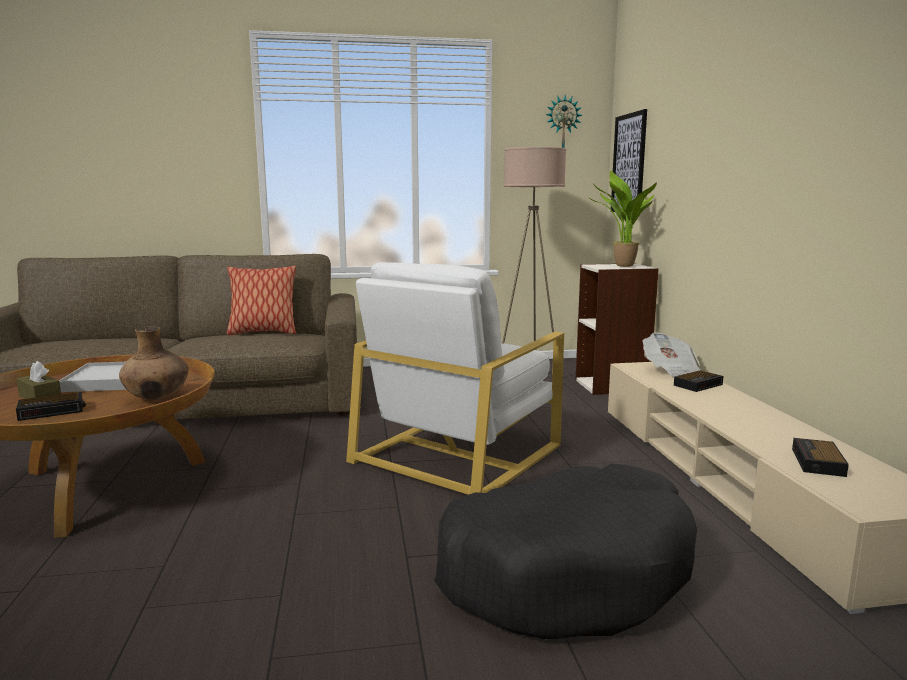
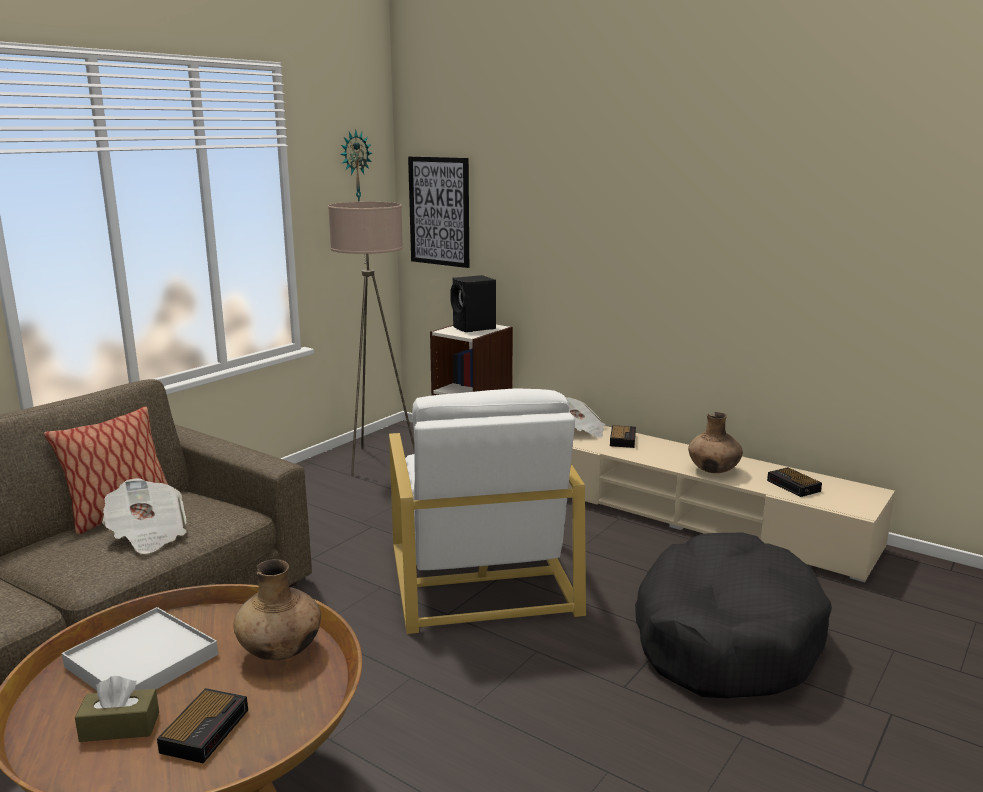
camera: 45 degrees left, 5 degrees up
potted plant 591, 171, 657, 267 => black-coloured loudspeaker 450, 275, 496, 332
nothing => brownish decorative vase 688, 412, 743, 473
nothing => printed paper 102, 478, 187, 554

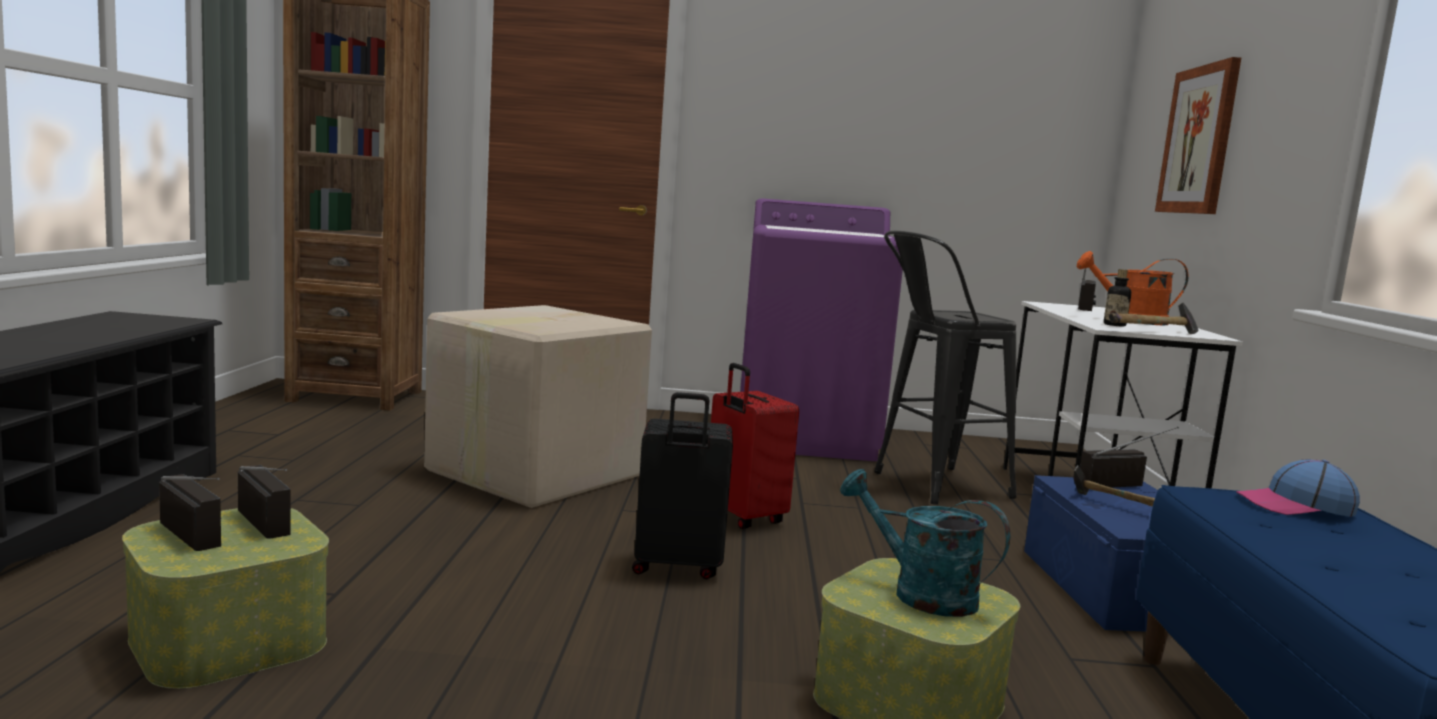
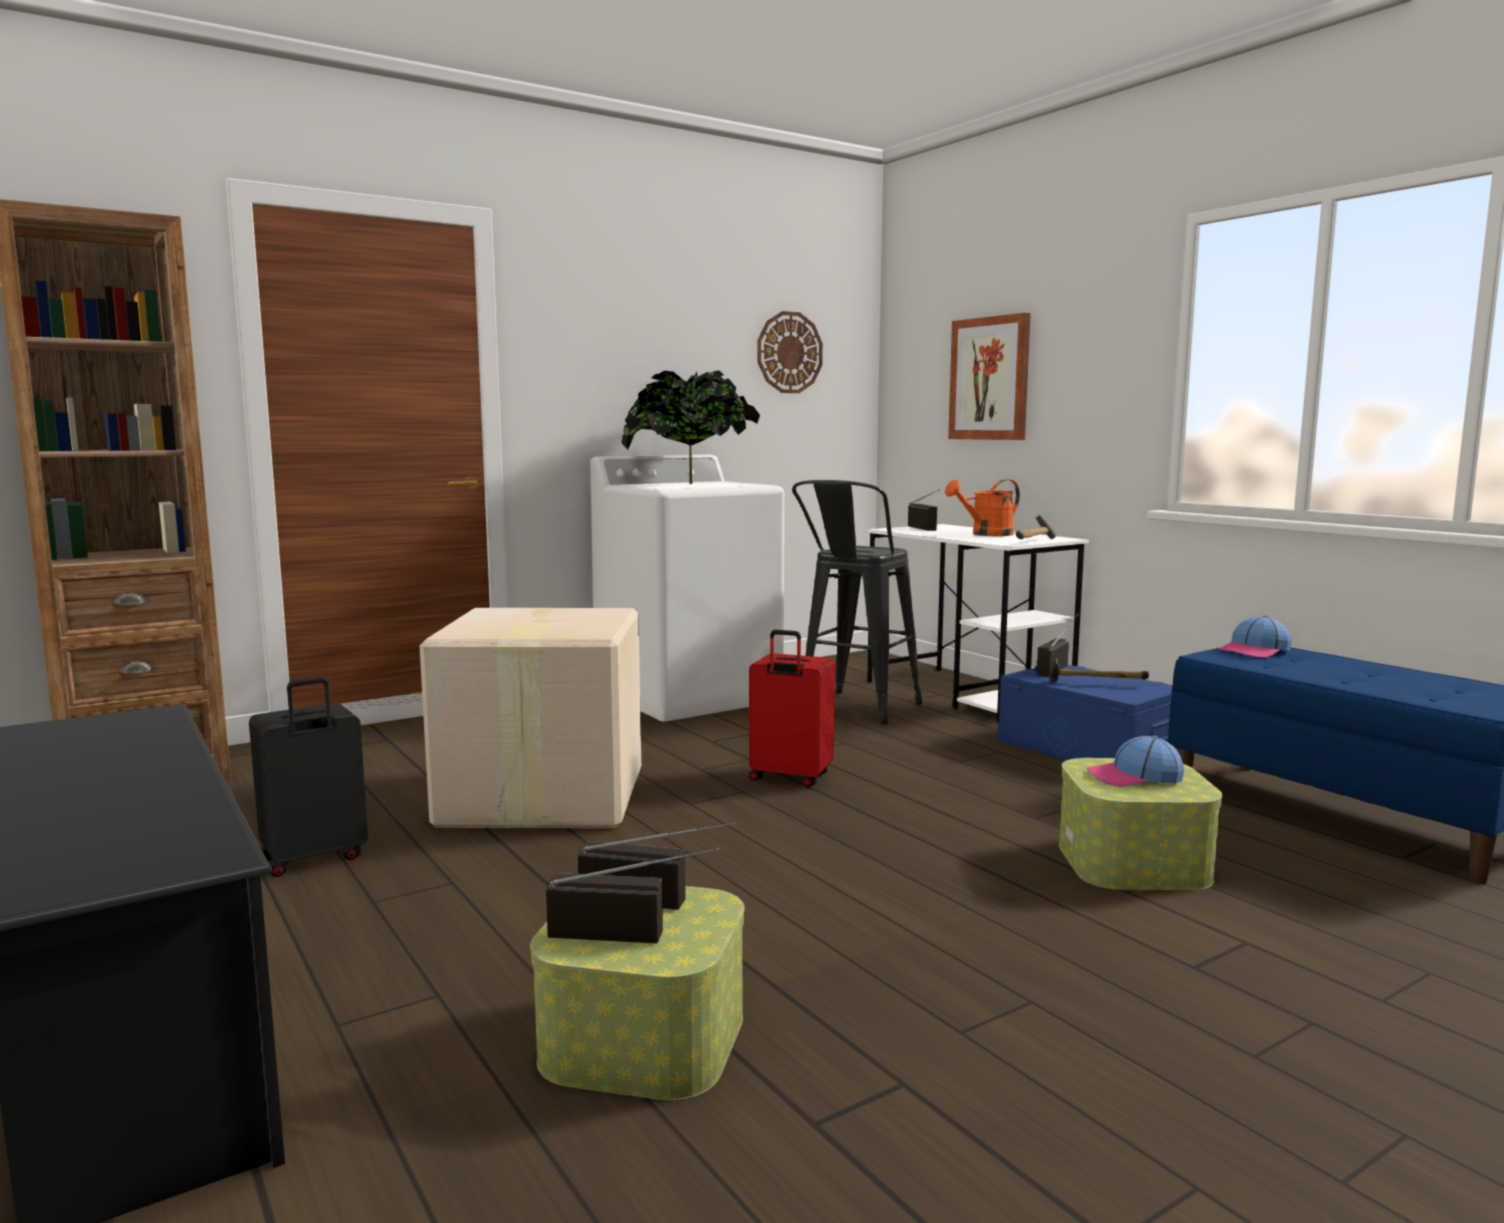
camera: 35 degrees left, 0 degrees up
purple washing machine 740, 198, 903, 461 => white-coloured washing machine 590, 455, 784, 722
beverage bottle 1104, 269, 1131, 327 => nothing
black-coloured travel case 632, 392, 733, 579 => black-coloured travel case 249, 677, 368, 877, move
blue-green watering pot 840, 469, 1010, 617 => baseball cap 1087, 736, 1184, 787
nothing => wall clock 757, 311, 823, 393
nothing => potted plant 622, 370, 760, 484

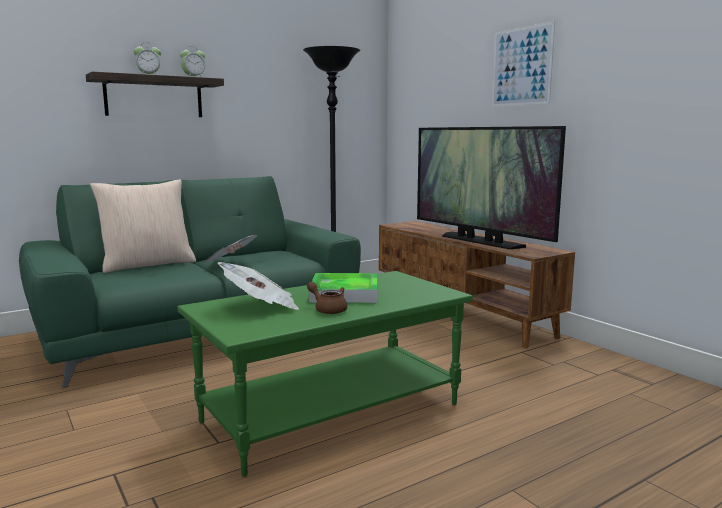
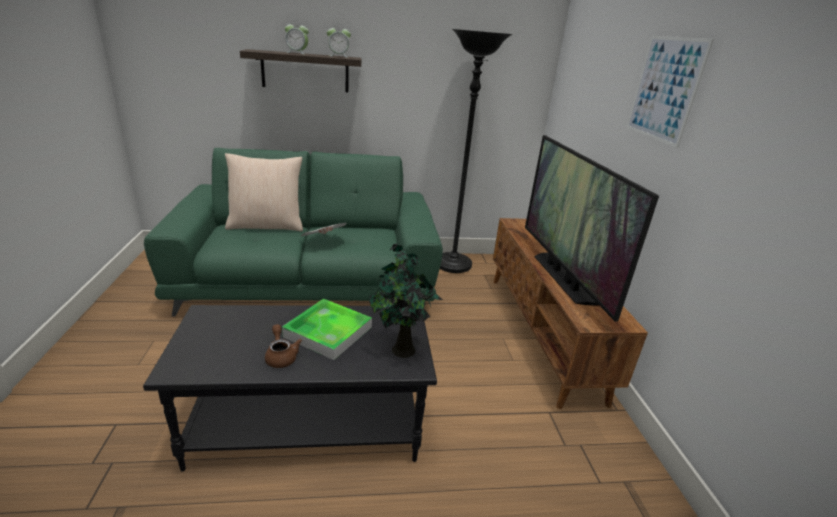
camera: 25 degrees right, 15 degrees up
printed paper 218, 262, 300, 310 => nothing
green lounge table 177, 271, 473, 477 => black-coloured lounge table 143, 305, 437, 472
nothing => potted plant 368, 242, 443, 358

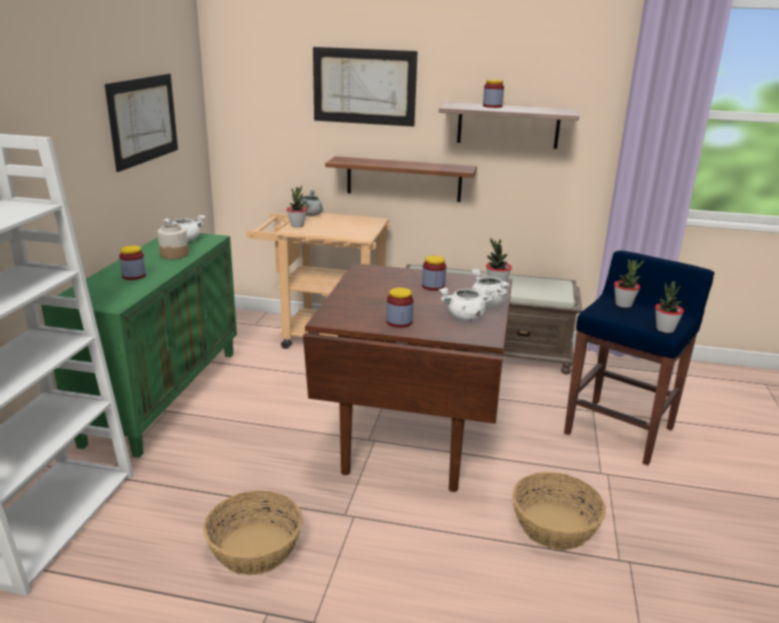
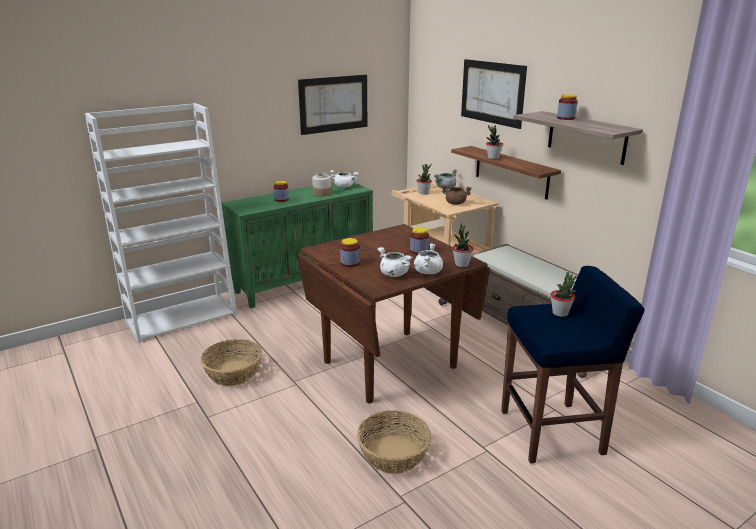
camera: 45 degrees right, 0 degrees up
potted plant 655, 281, 684, 333 => potted plant 486, 125, 503, 159, move
nothing => brownish saucepot 441, 185, 472, 205

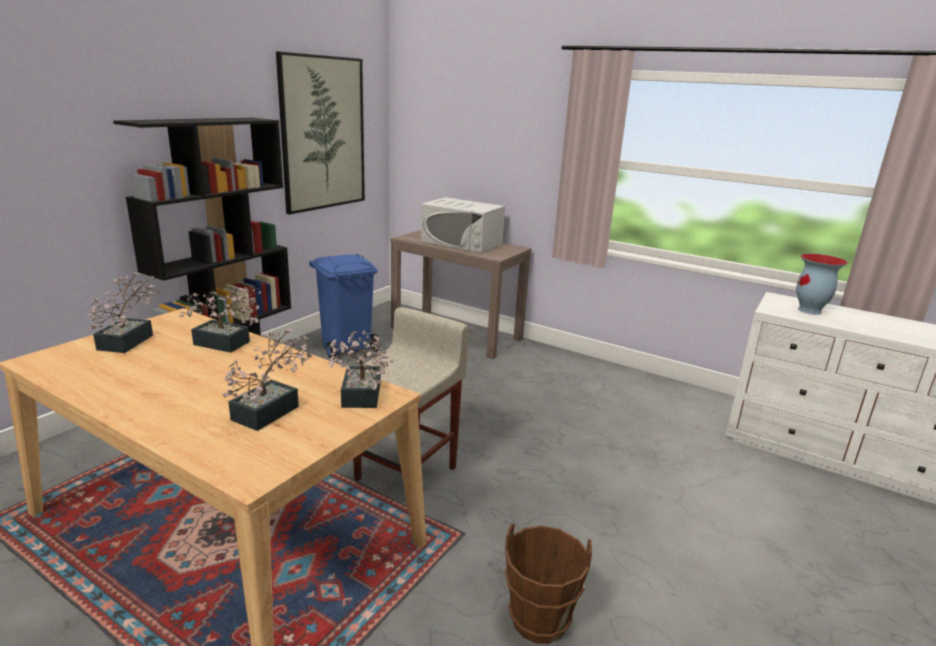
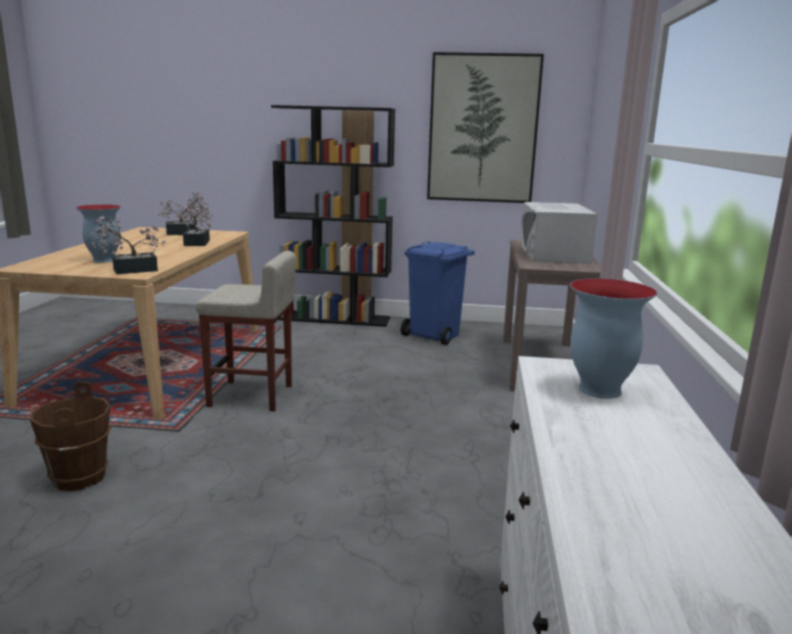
camera: 65 degrees right, 5 degrees down
potted plant 222, 329, 312, 431 => decorative vase 76, 204, 121, 263

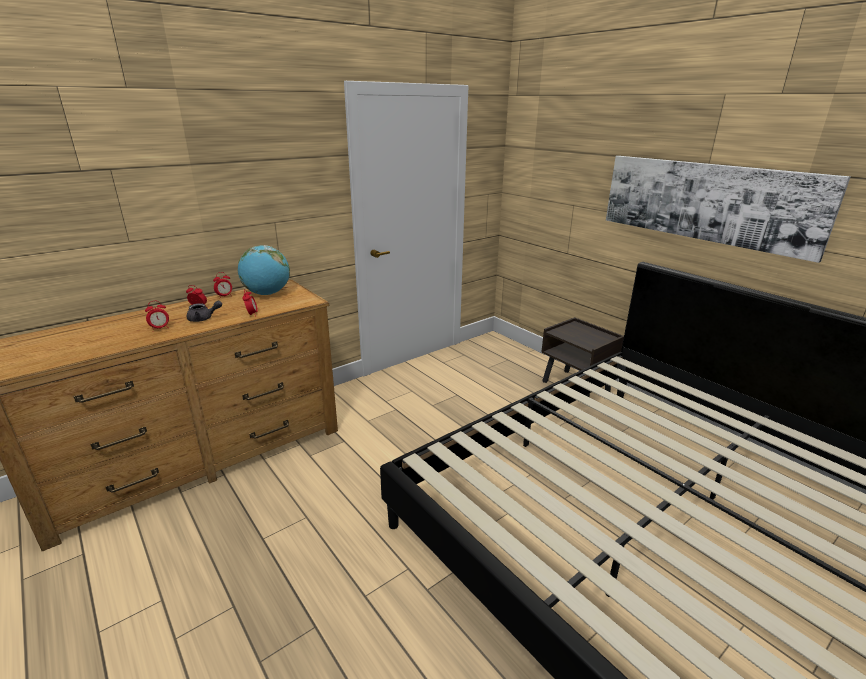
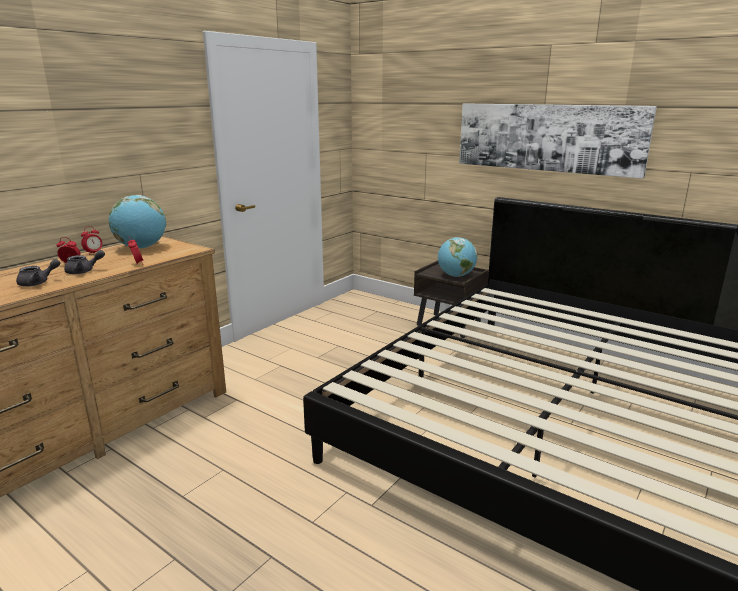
camera: 15 degrees left, 5 degrees down
bedside clock 145, 301, 169, 332 => gray pot for tea 16, 259, 60, 286
nothing => desk globe 438, 237, 477, 277

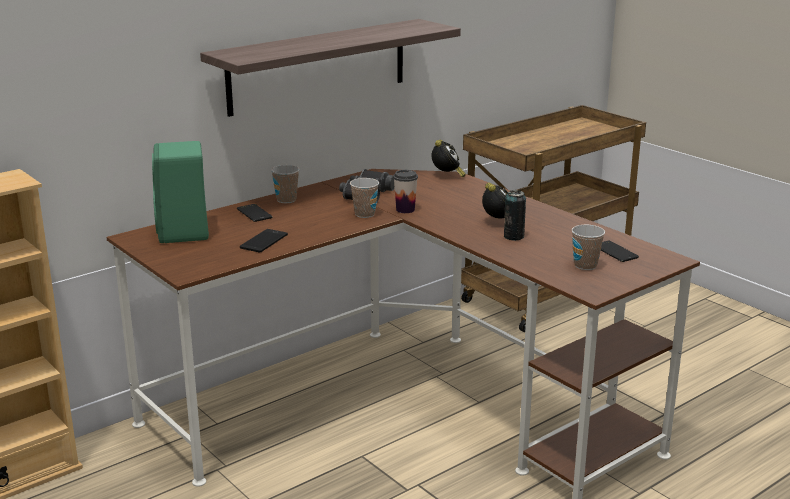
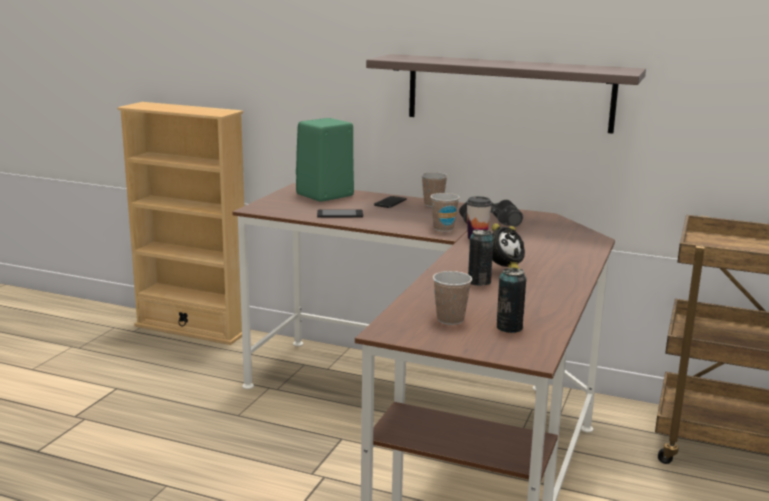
camera: 60 degrees right, 5 degrees down
bedside clock 432, 140, 466, 178 => nothing
telephone 601, 241, 639, 262 => can 497, 268, 527, 333

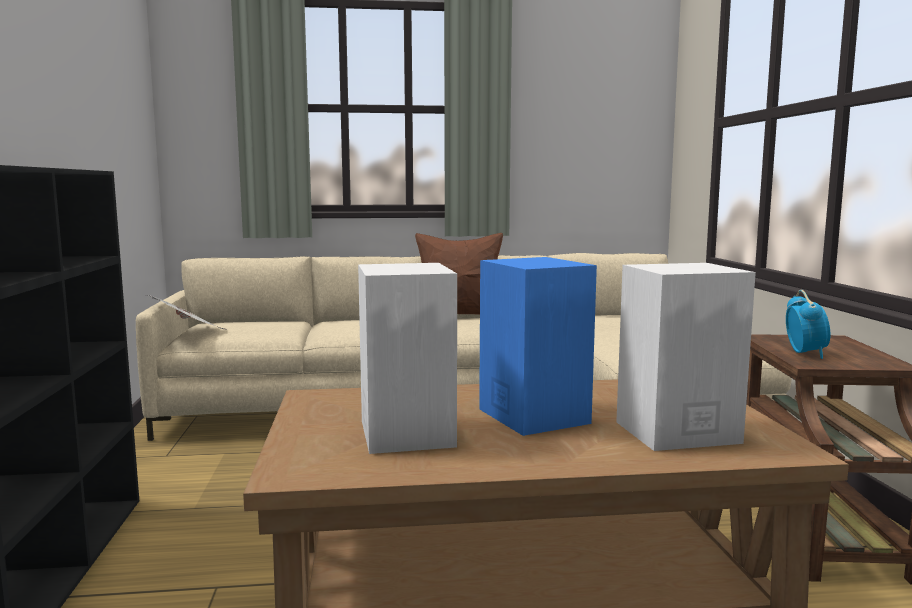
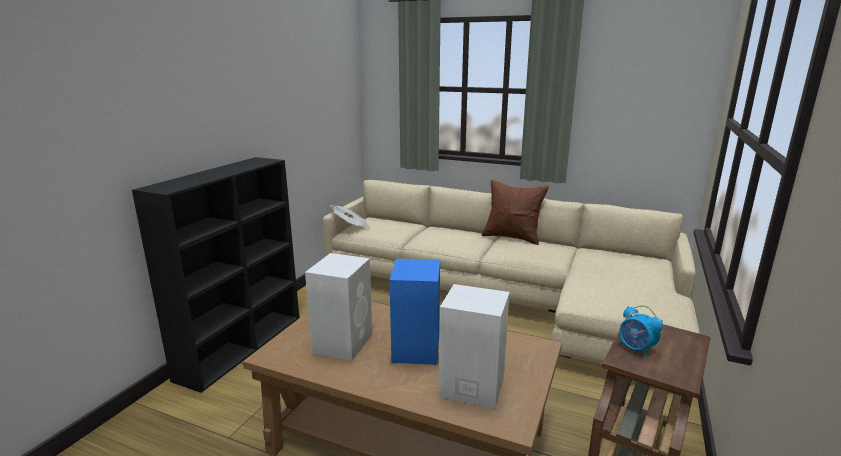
camera: 30 degrees right, 10 degrees up
bedside clock 786, 290, 830, 359 => bedside clock 619, 305, 663, 357, 105 degrees clockwise

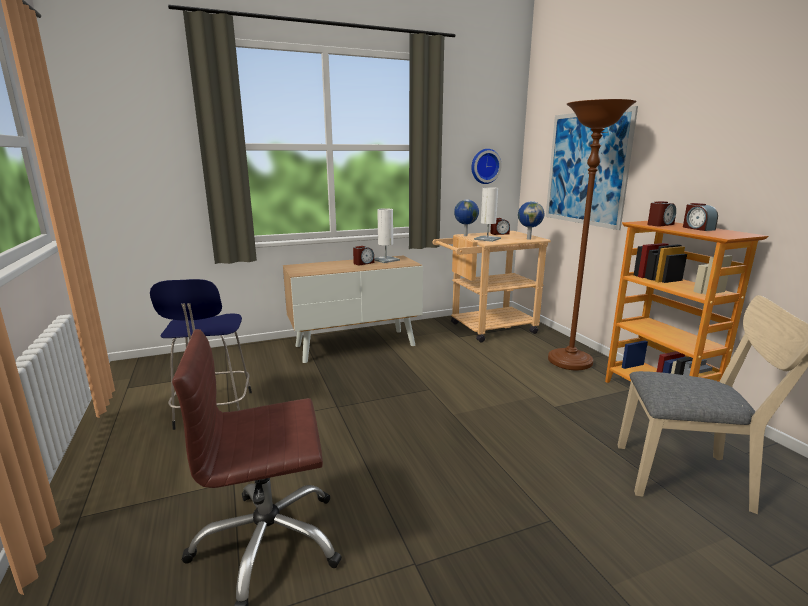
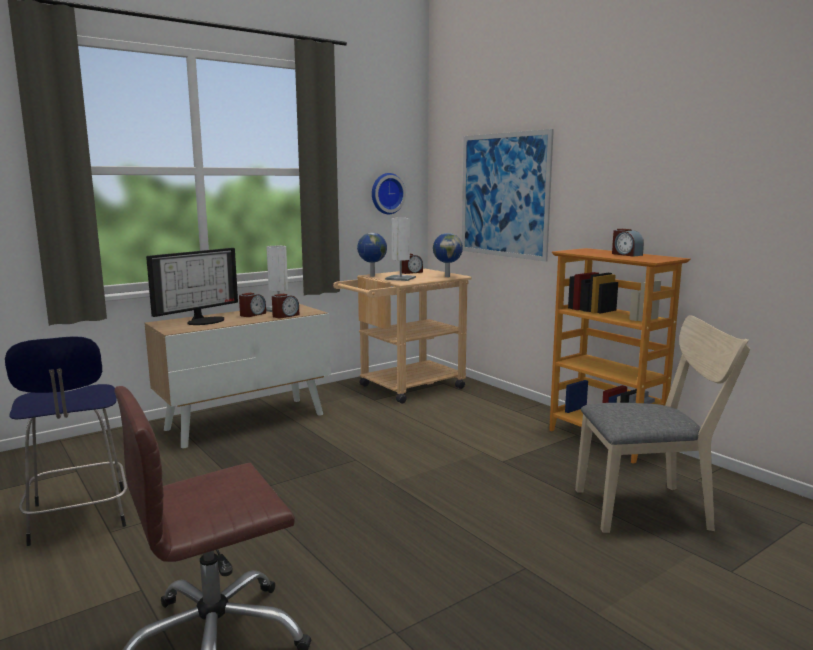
camera: 15 degrees left, 5 degrees down
brownish floor lamp 548, 99, 637, 370 => nothing
bedside clock 647, 201, 676, 226 => bedside clock 272, 294, 300, 318, move
nothing => computer screen 146, 248, 238, 325

